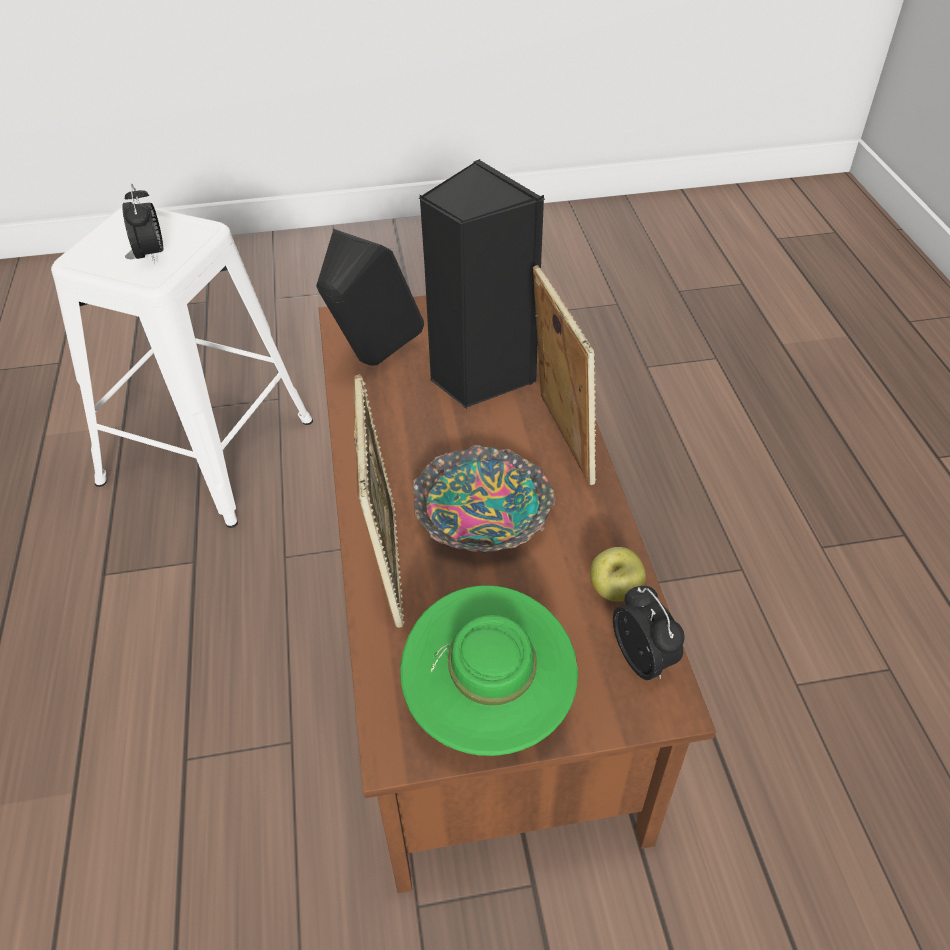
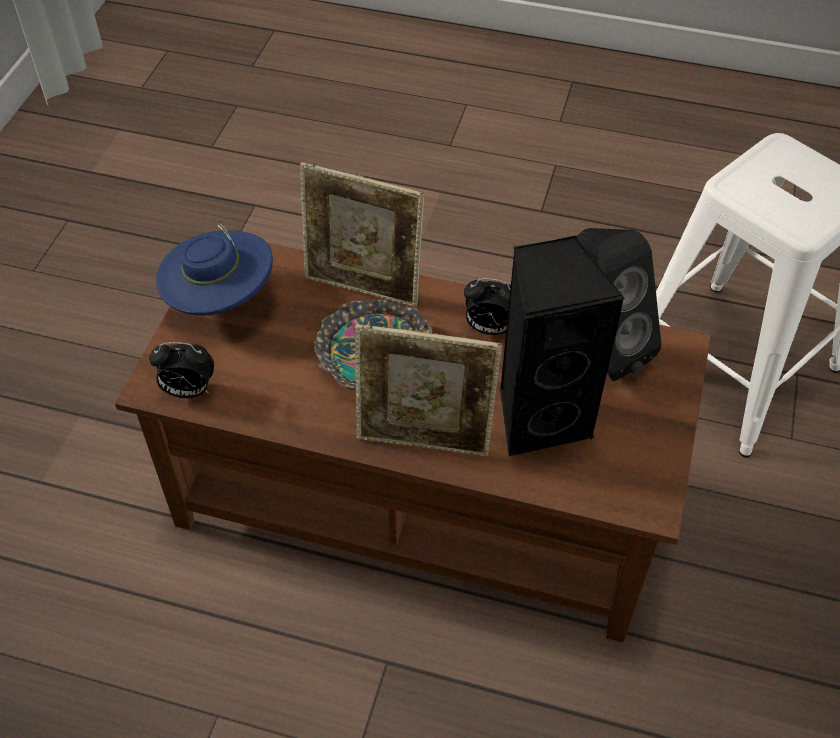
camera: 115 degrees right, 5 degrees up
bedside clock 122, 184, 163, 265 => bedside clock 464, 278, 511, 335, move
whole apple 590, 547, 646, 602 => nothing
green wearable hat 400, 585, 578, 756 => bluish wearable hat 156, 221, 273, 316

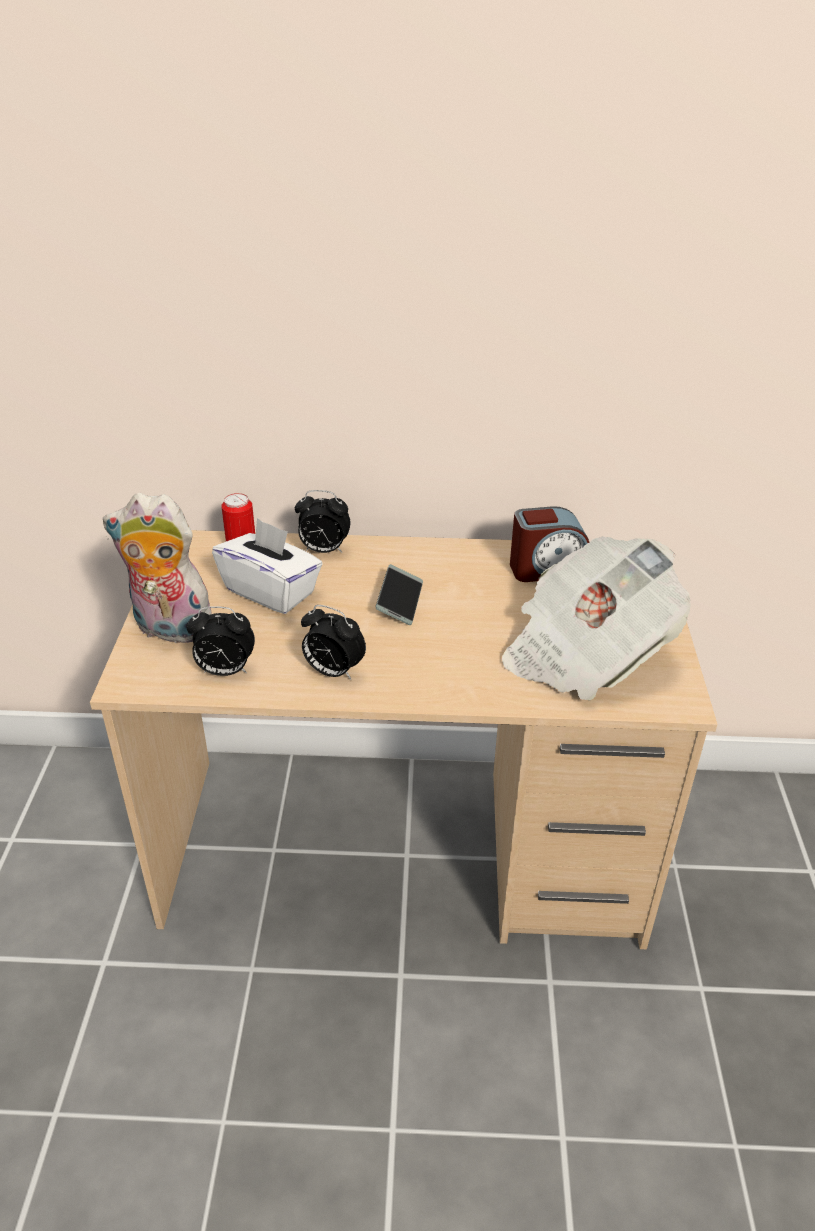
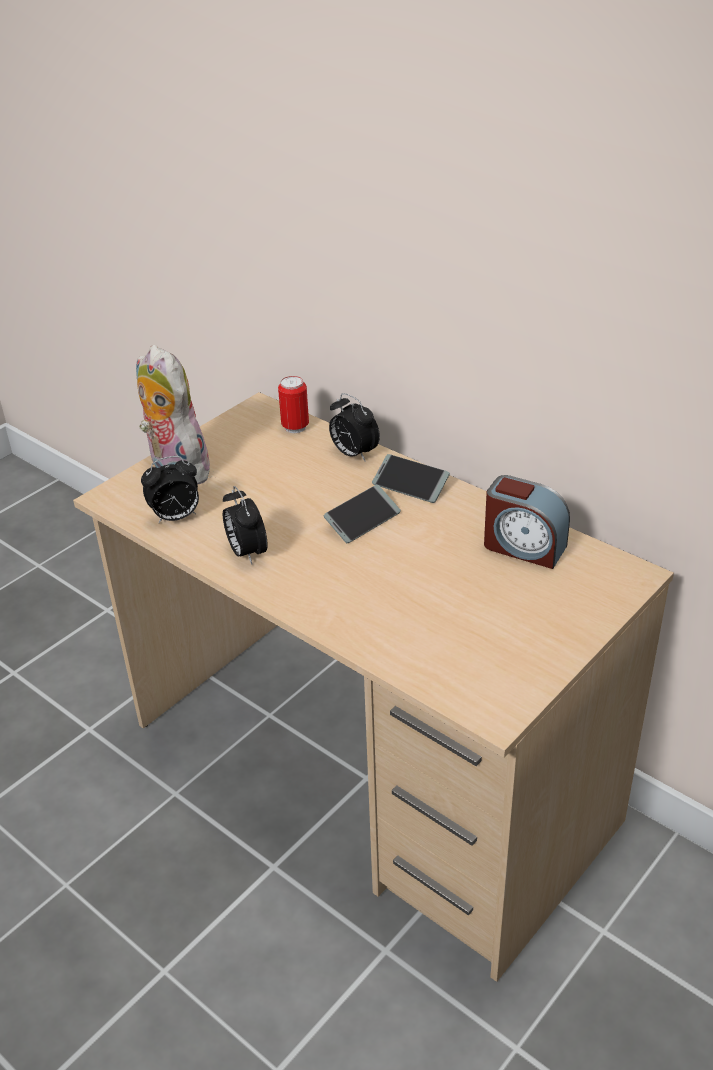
camera: 40 degrees right, 0 degrees up
white-coloured tissue box 212, 518, 323, 614 => nothing
printed paper 502, 536, 691, 701 => nothing
bedside clock 186, 606, 255, 676 => bedside clock 141, 456, 199, 523, 60 degrees counterclockwise
nothing => telephone 372, 454, 450, 503

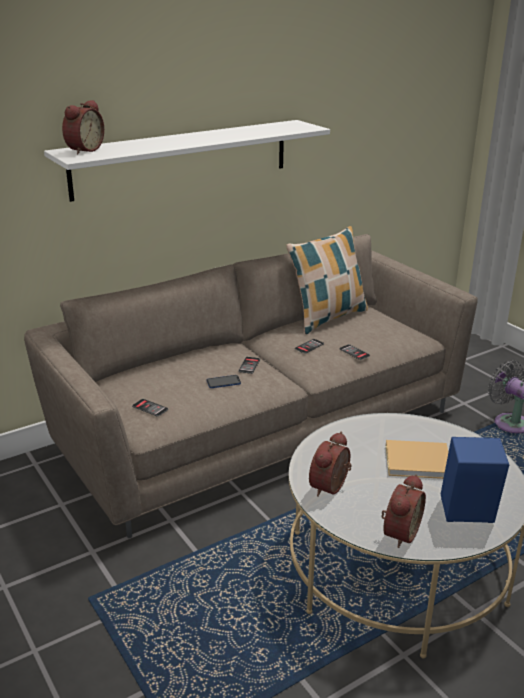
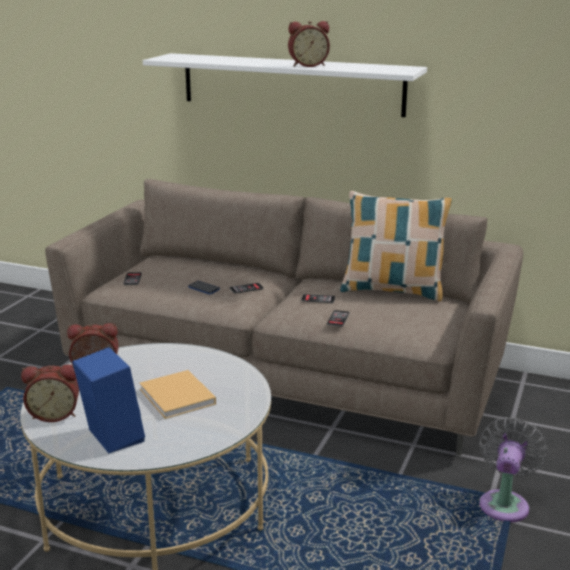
camera: 55 degrees right, 5 degrees down
bedside clock 62, 100, 104, 154 => bedside clock 288, 21, 330, 67, move

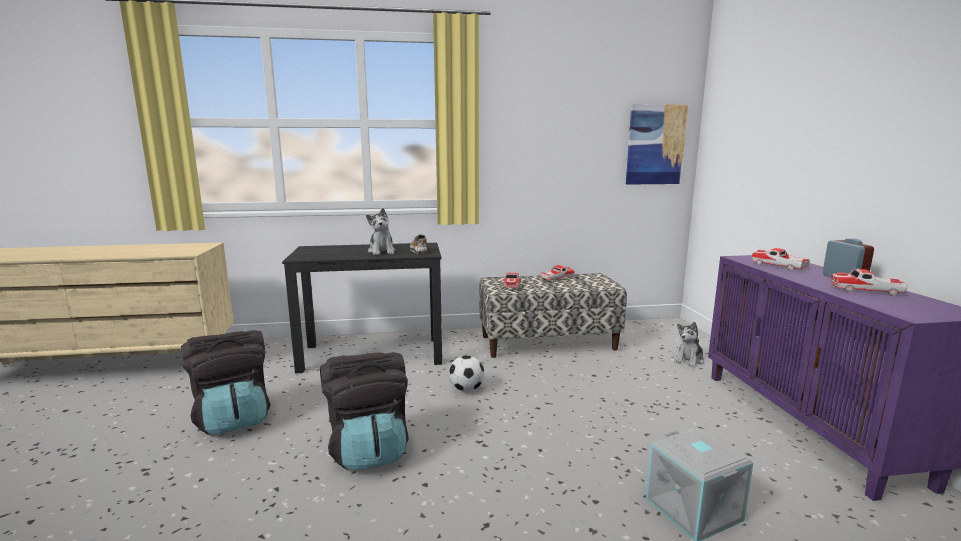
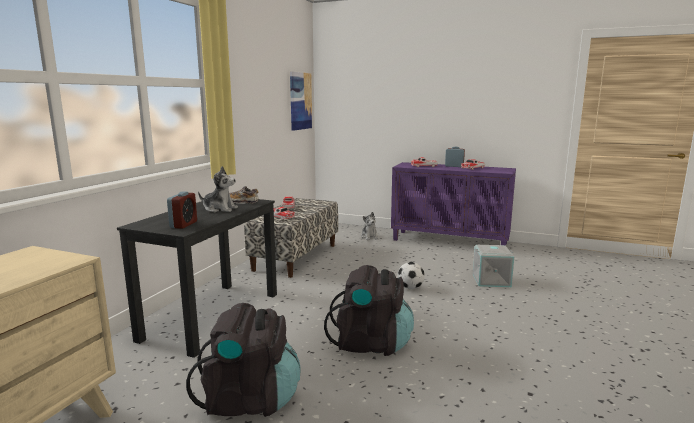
camera: 60 degrees left, 0 degrees up
football ball 449, 355, 484, 392 => football ball 398, 262, 425, 289, move
nothing => bedside clock 167, 192, 197, 229

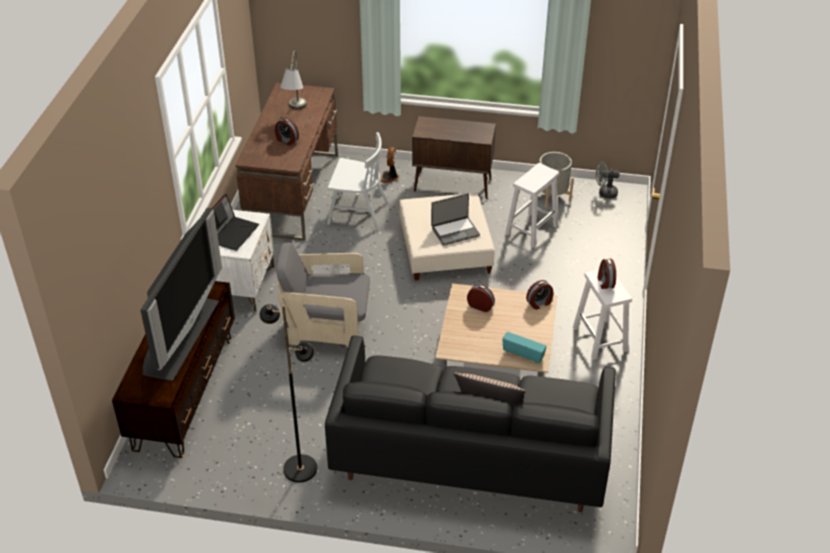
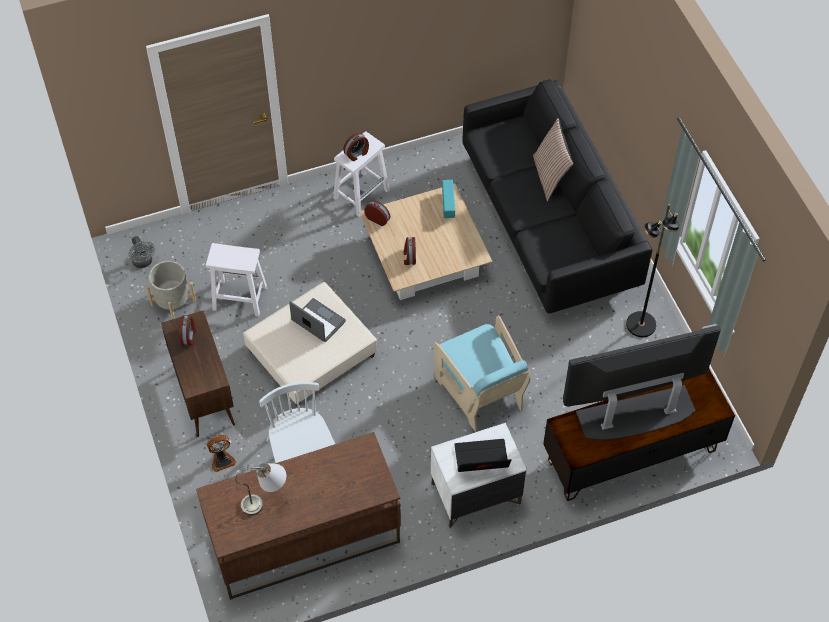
camera: 120 degrees left, 15 degrees up
bedside clock 275, 118, 299, 146 => bedside clock 179, 315, 197, 345, move
gray lounge chair 276, 242, 370, 348 => blue-green lounge chair 434, 315, 531, 432

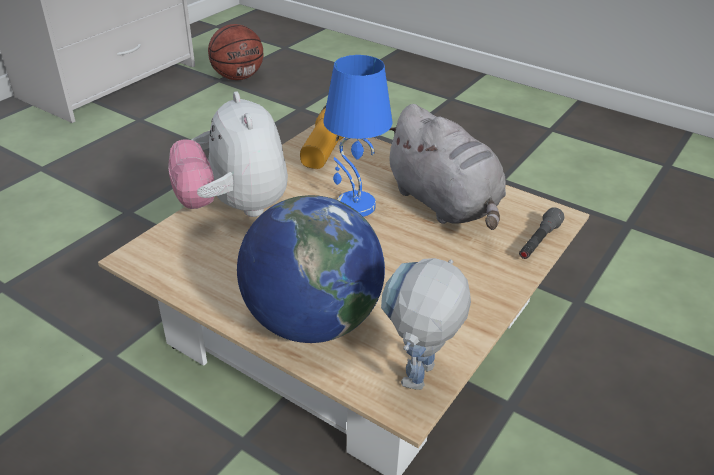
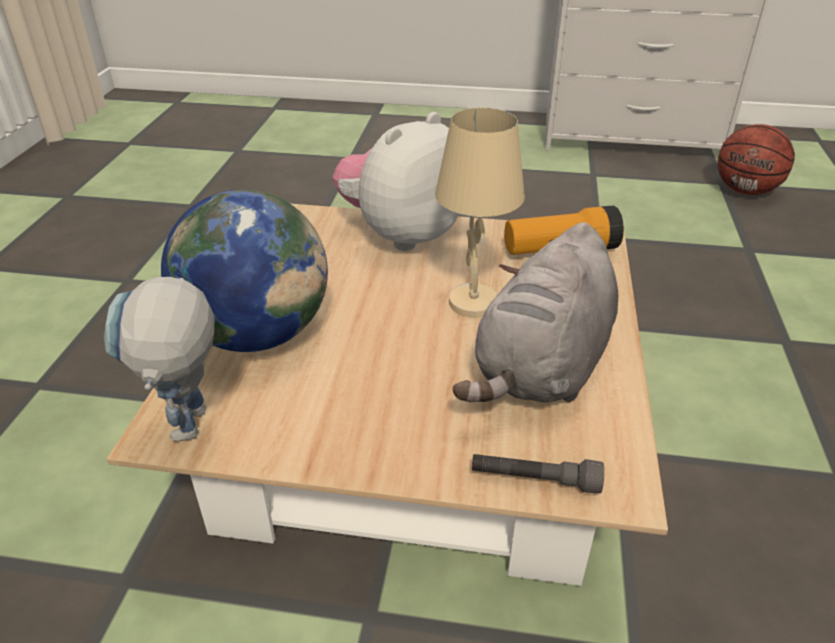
camera: 65 degrees right, 0 degrees up
bluish lamp for a table 323, 55, 392, 217 => beige-coloured lamp for a table 435, 108, 525, 318
toy robot 381, 258, 471, 390 => toy robot 104, 277, 215, 442, 90 degrees counterclockwise

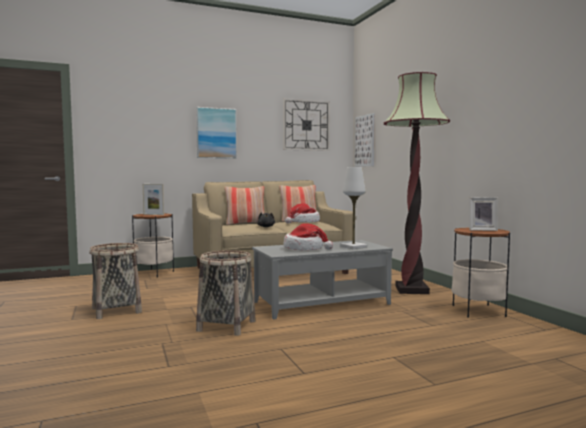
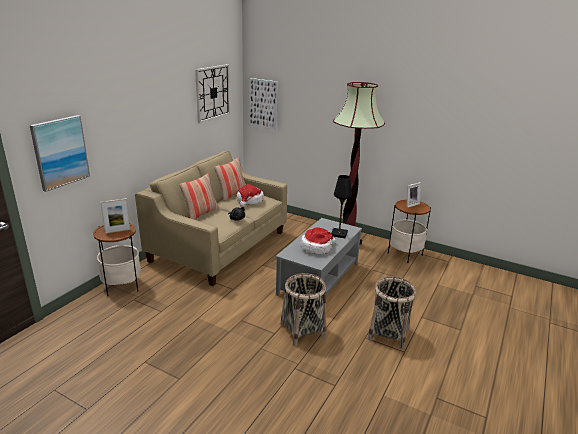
camera: 40 degrees left, 20 degrees up
picture 196, 107, 237, 158 => picture 29, 115, 90, 192, move
white-coloured lamp for a table 340, 167, 367, 249 => black-coloured lamp for a table 331, 175, 352, 238
basket 89, 243, 142, 319 => basket 368, 277, 416, 349, move

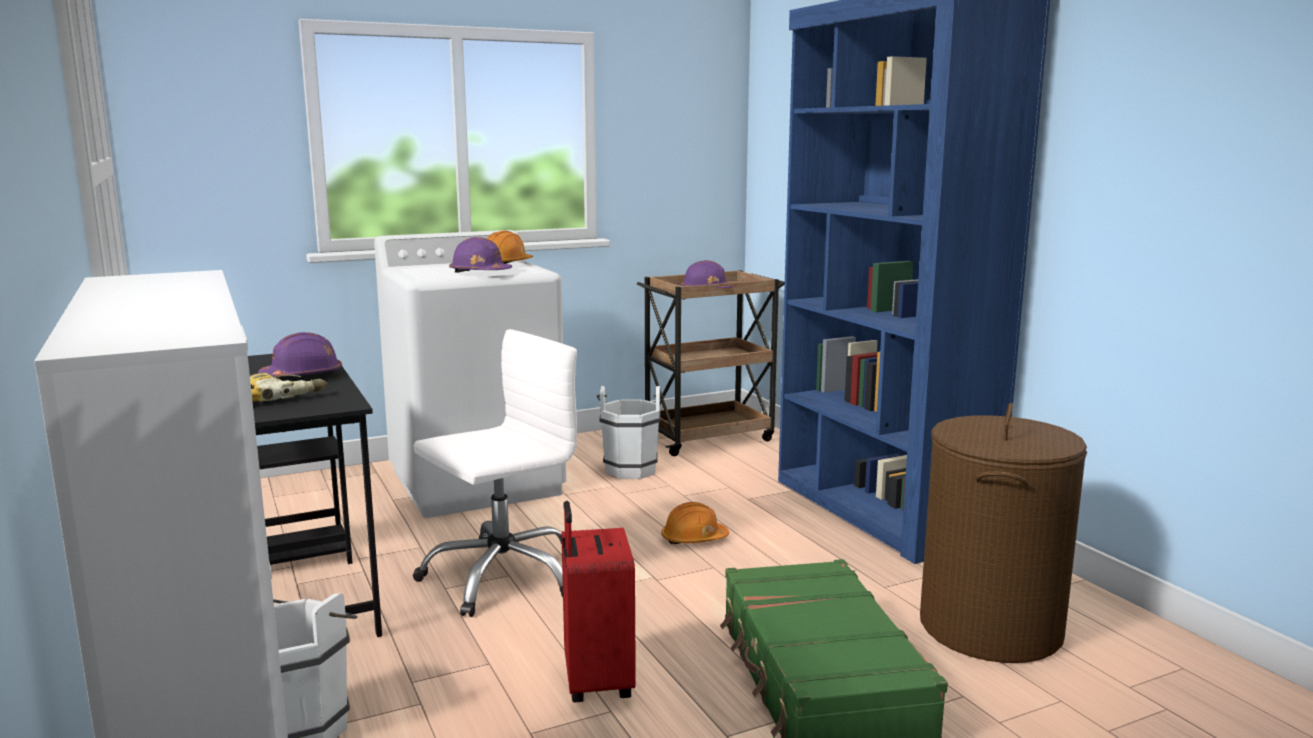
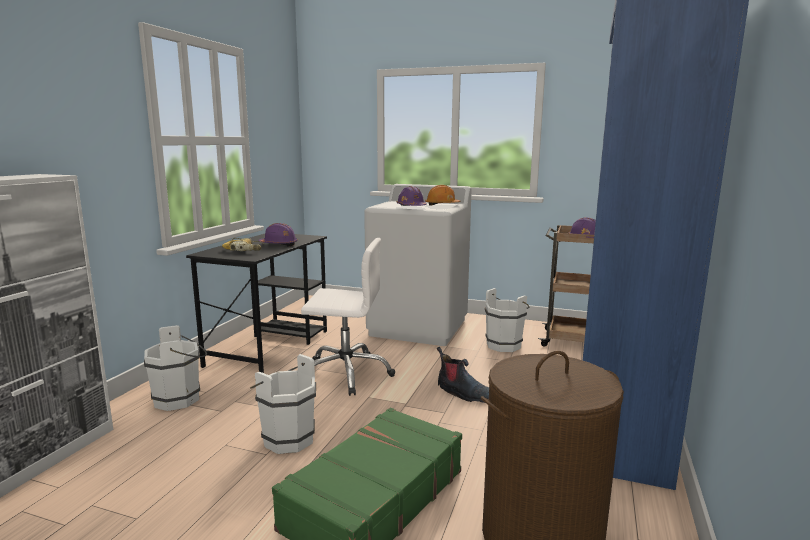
camera: 45 degrees right, 0 degrees up
red travel case 561, 501, 636, 702 => white-coloured water bucket 250, 354, 316, 454
orange-coloured hard hat 661, 502, 729, 544 => tall boot 437, 347, 489, 403

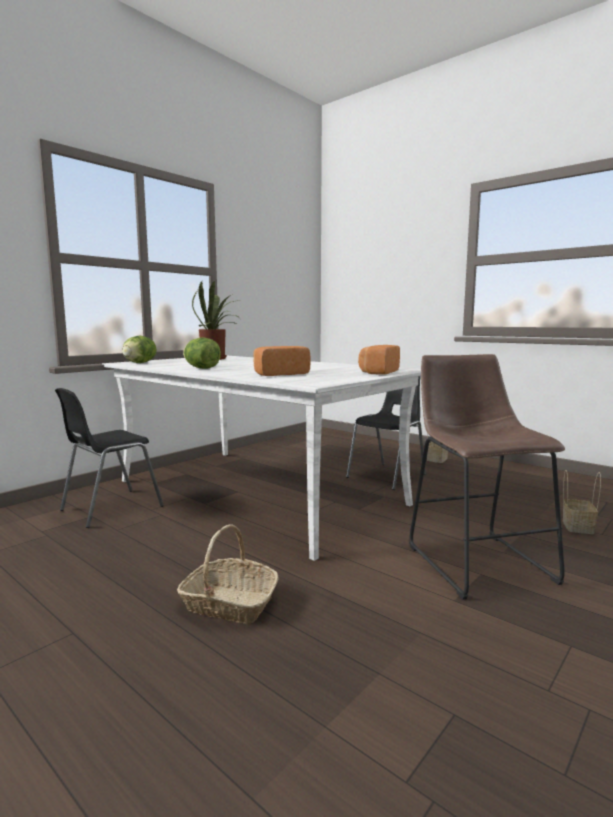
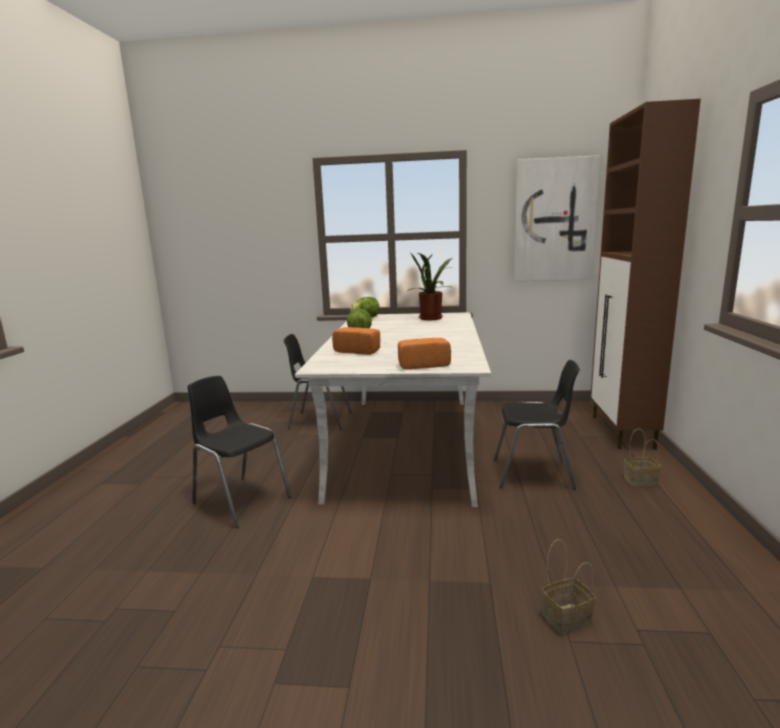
camera: 55 degrees right, 5 degrees up
brownish stool 409, 354, 565, 600 => nothing
basket 177, 524, 278, 624 => black-coloured upright chair 187, 376, 291, 528
nothing => brownish cabinet 590, 99, 701, 450
nothing => picture 514, 155, 600, 281

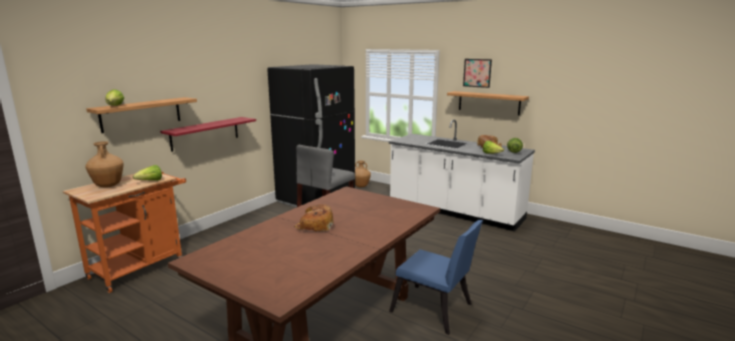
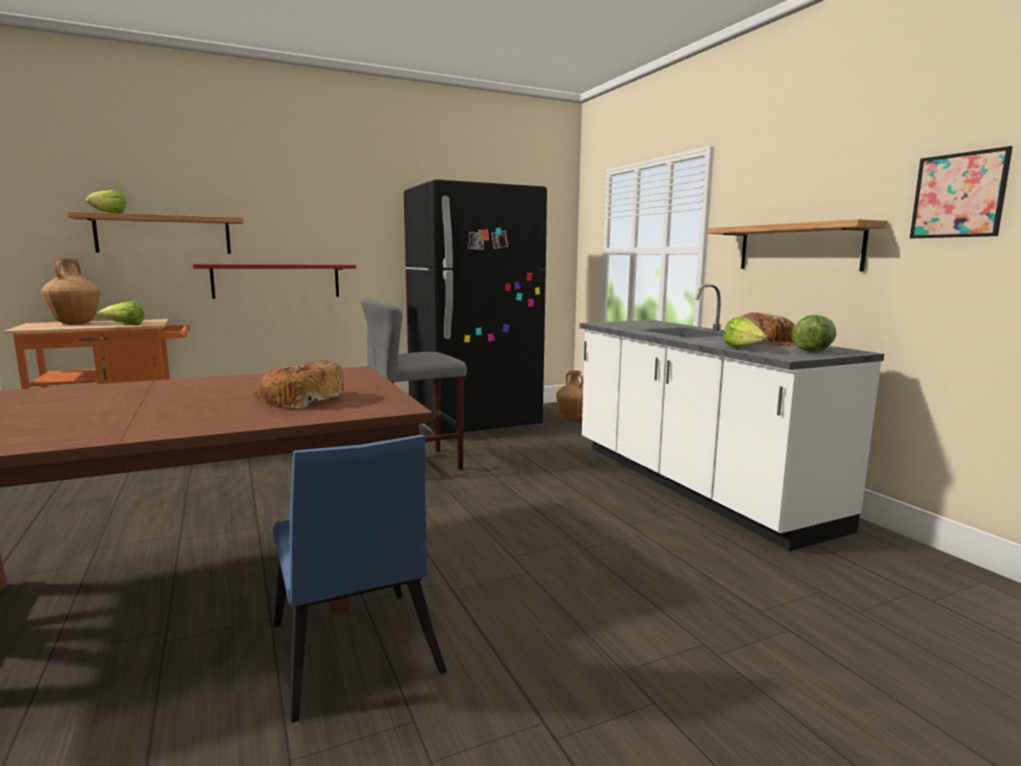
camera: 30 degrees right, 5 degrees down
picture 463, 59, 492, 88 => picture 910, 146, 1013, 238, move
bread 294, 204, 334, 232 => bread 253, 360, 344, 408, move

